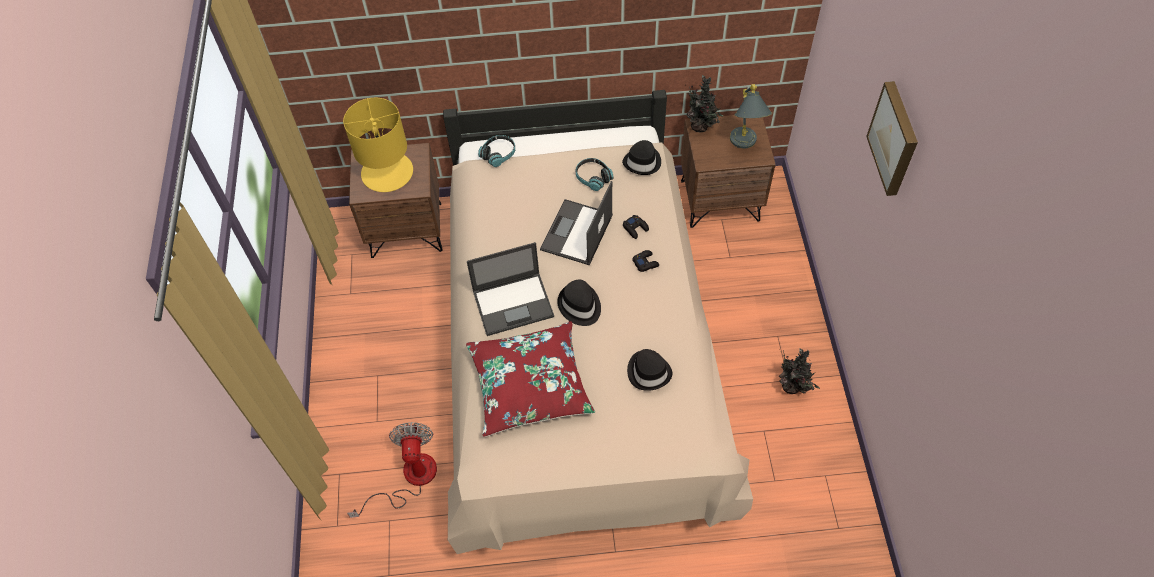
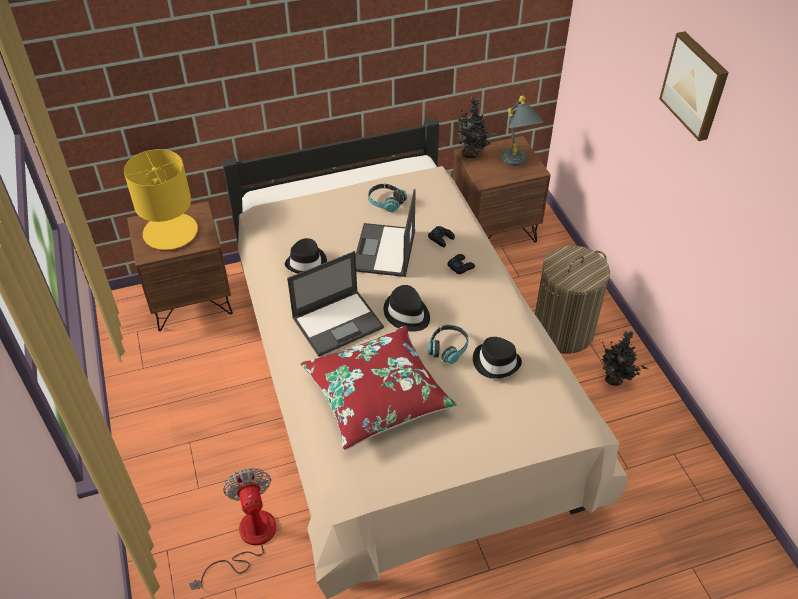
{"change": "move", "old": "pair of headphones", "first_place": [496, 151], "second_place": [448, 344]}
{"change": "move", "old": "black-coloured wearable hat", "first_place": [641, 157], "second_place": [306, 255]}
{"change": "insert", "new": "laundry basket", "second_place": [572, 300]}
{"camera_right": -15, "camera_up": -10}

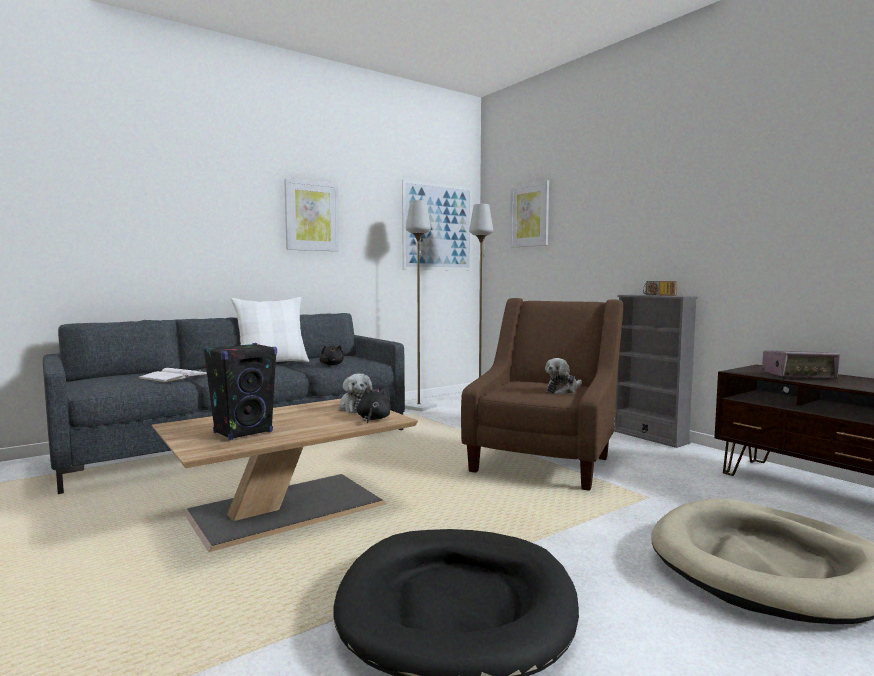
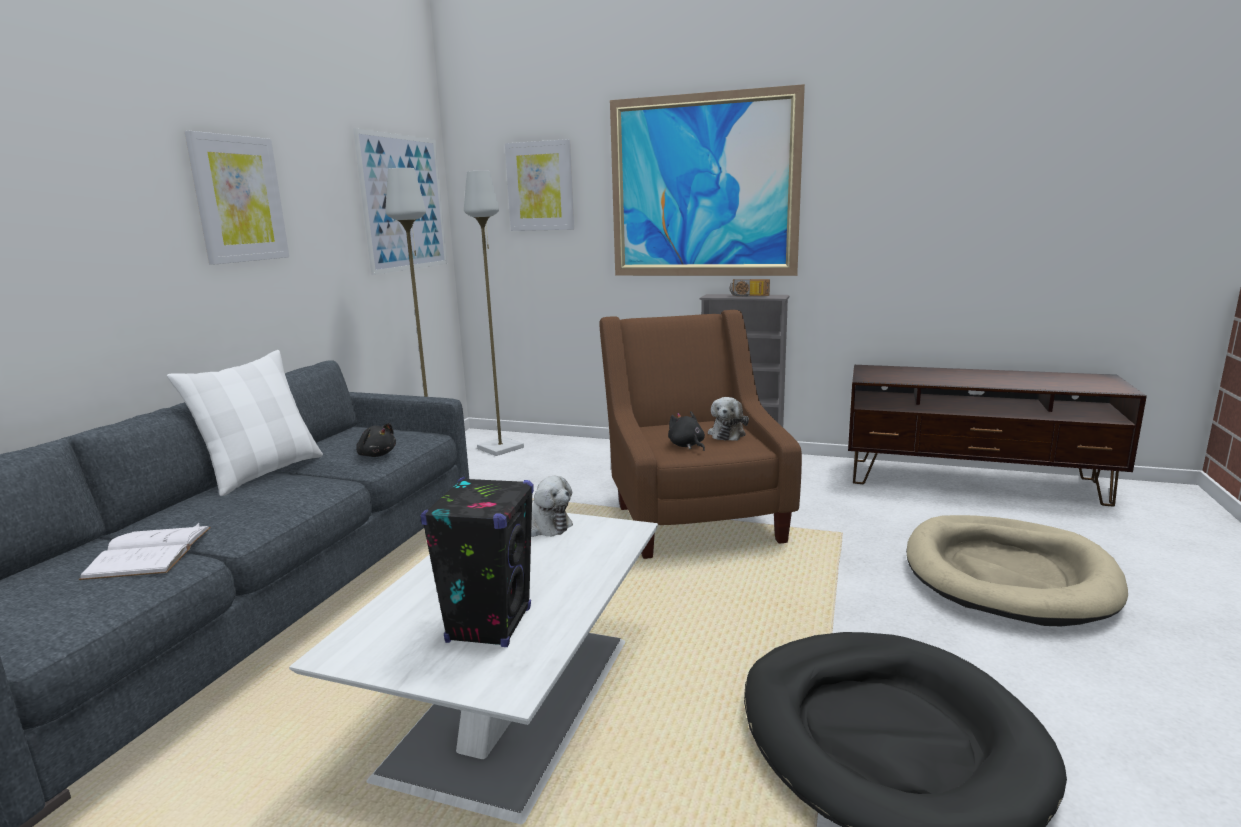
{"change": "recolor", "old": "brownish lounge table", "new": "whitish lounge table", "first_place": [285, 475], "second_place": [473, 668]}
{"change": "move", "old": "black-coloured plush toy", "first_place": [373, 405], "second_place": [686, 431]}
{"change": "delete", "old": "radio receiver", "first_place": [801, 364]}
{"change": "insert", "new": "picture", "second_place": [707, 180]}
{"camera_right": -35, "camera_up": 10}

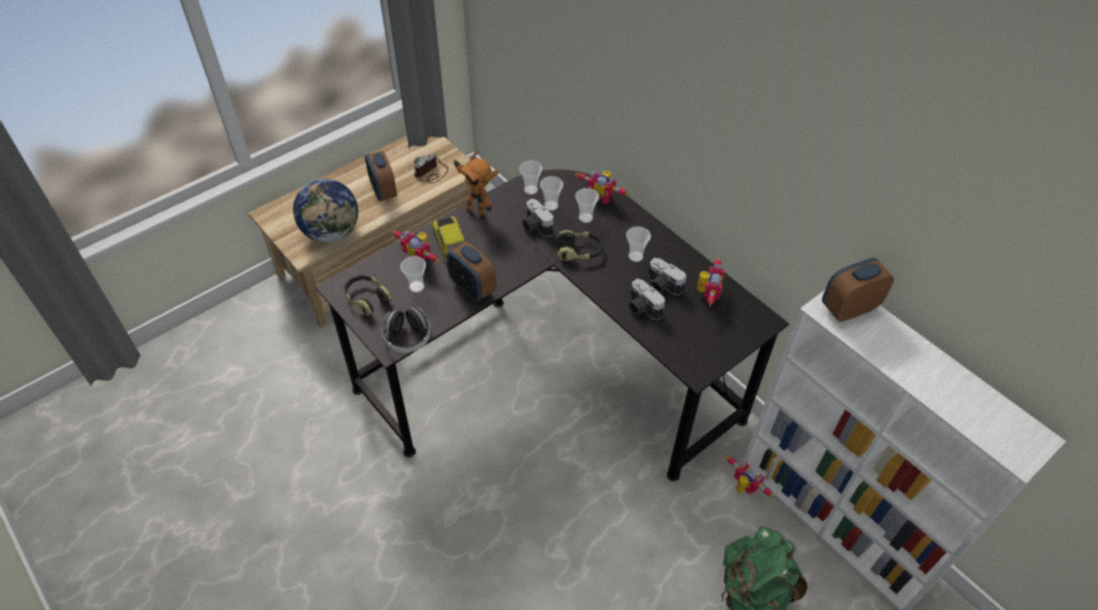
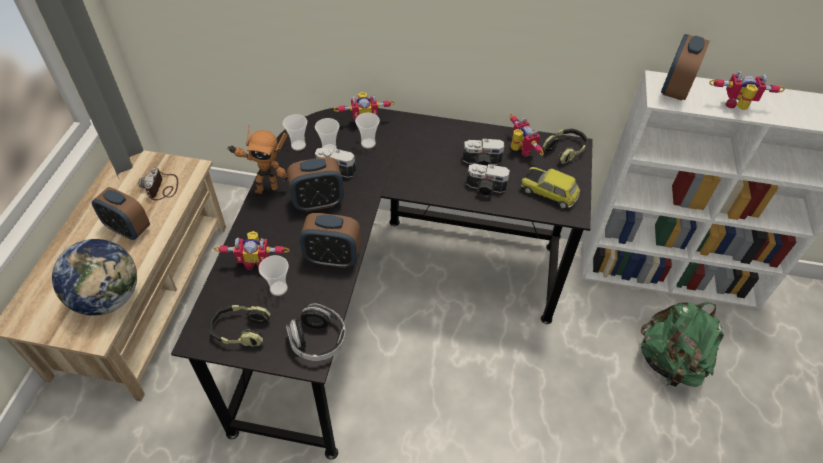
{"change": "move", "old": "model car", "first_place": [449, 239], "second_place": [550, 188]}
{"change": "move", "old": "pair of headphones", "first_place": [580, 245], "second_place": [565, 146]}
{"change": "delete", "old": "cup", "first_place": [638, 244]}
{"change": "move", "old": "toy robot", "first_place": [750, 477], "second_place": [747, 90]}
{"change": "insert", "new": "bedside clock", "second_place": [315, 184]}
{"camera_right": -40, "camera_up": 0}

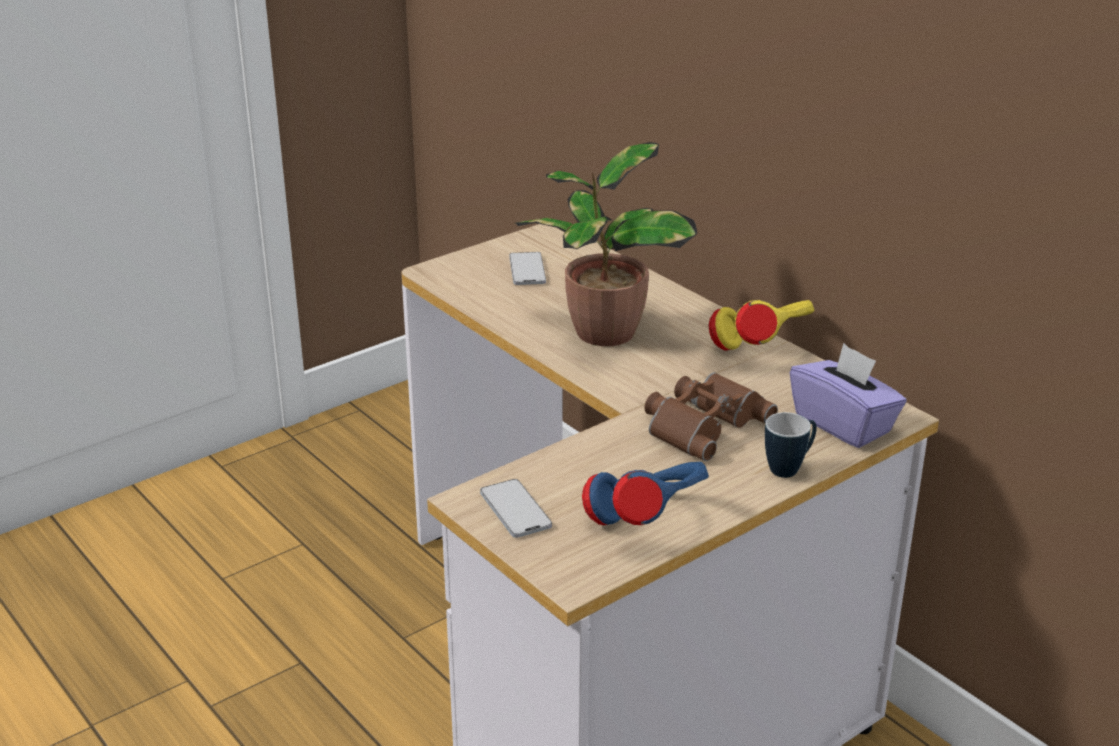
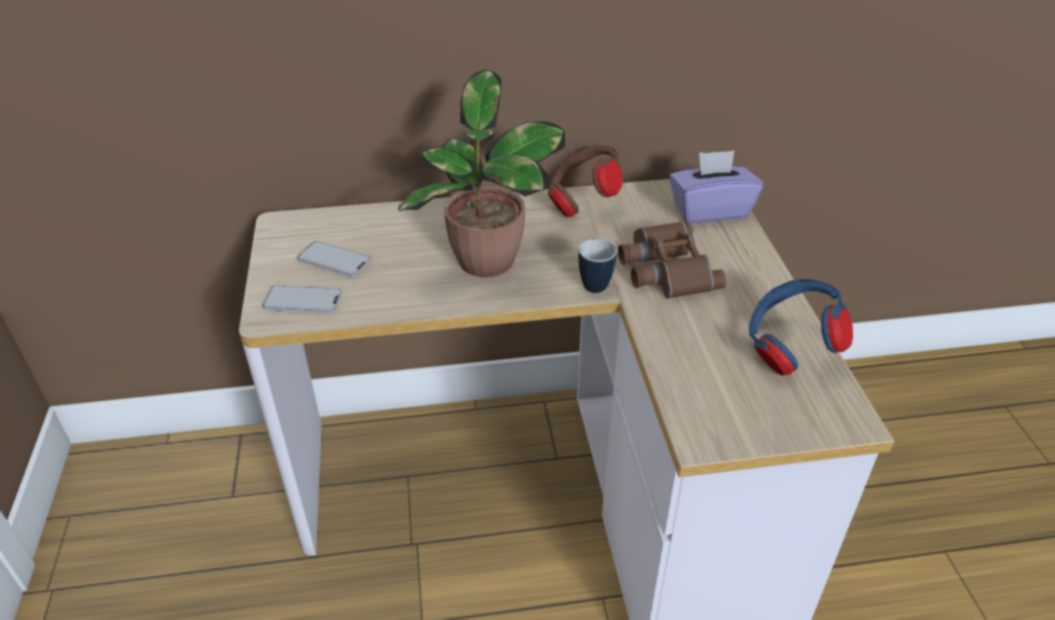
{"change": "move", "old": "telephone", "first_place": [516, 508], "second_place": [302, 299]}
{"change": "recolor", "old": "yellow pair of headphones", "new": "brownish pair of headphones", "first_place": [761, 325], "second_place": [585, 181]}
{"change": "move", "old": "tea mug", "first_place": [791, 445], "second_place": [597, 265]}
{"camera_right": -60, "camera_up": 10}

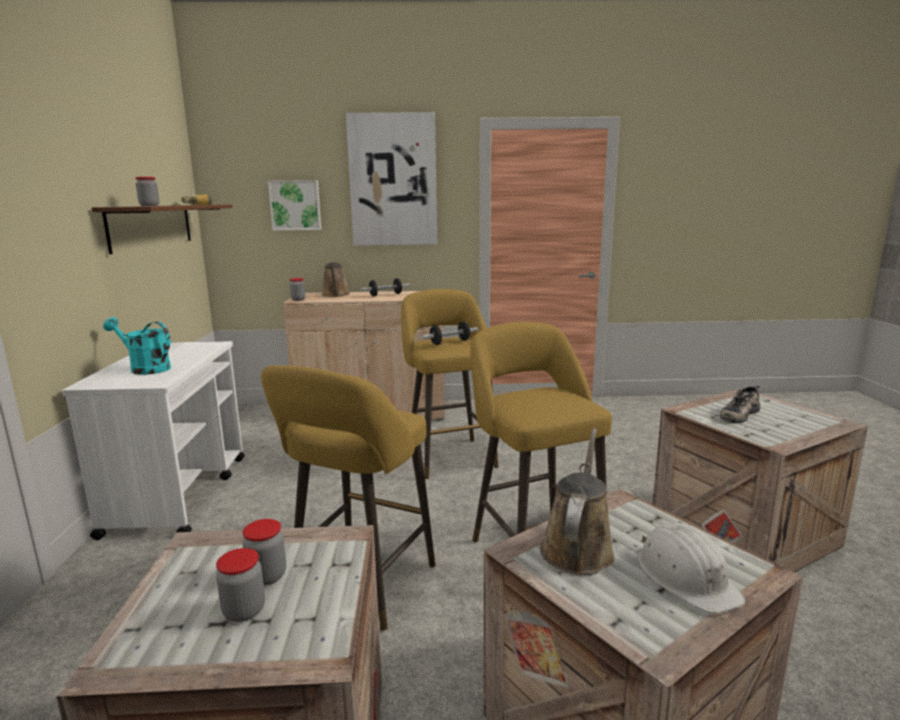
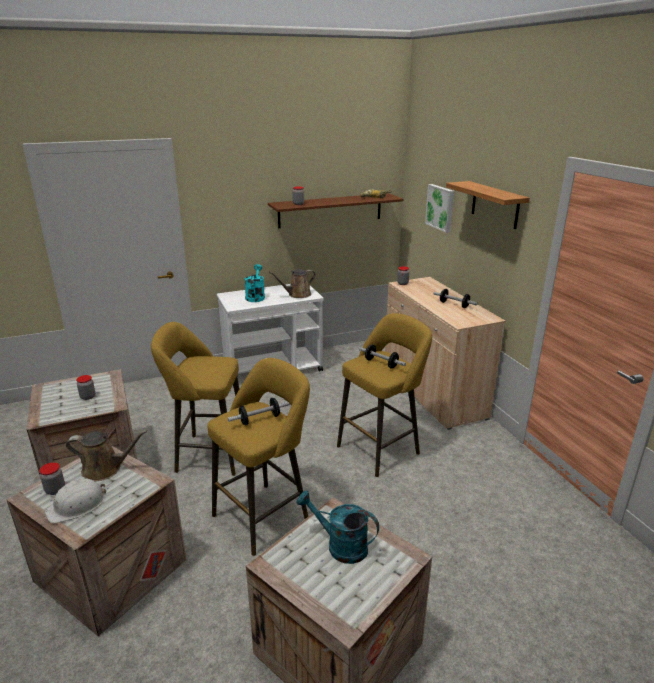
{"change": "move", "old": "jar", "first_place": [240, 585], "second_place": [52, 478]}
{"change": "move", "old": "brownish watering pot", "first_place": [336, 279], "second_place": [292, 283]}
{"change": "replace", "old": "picture", "new": "bracket shelf", "first_place": [391, 178], "second_place": [488, 205]}
{"change": "replace", "old": "low shoe", "new": "blue-green watering pot", "first_place": [739, 404], "second_place": [337, 527]}
{"change": "insert", "new": "dumbbell", "second_place": [258, 411]}
{"camera_right": 70, "camera_up": 10}

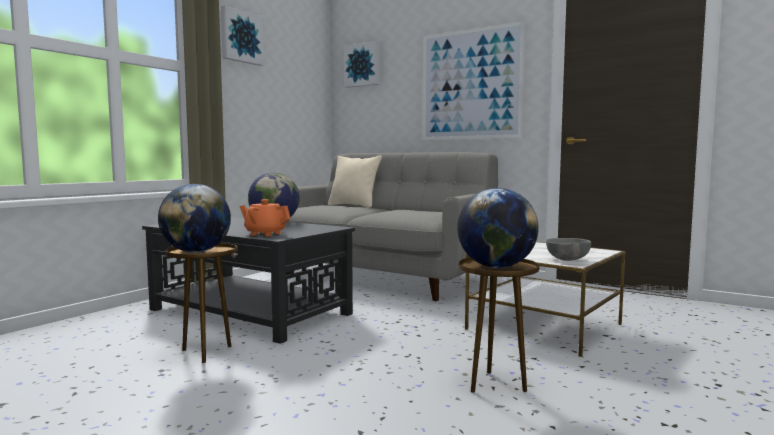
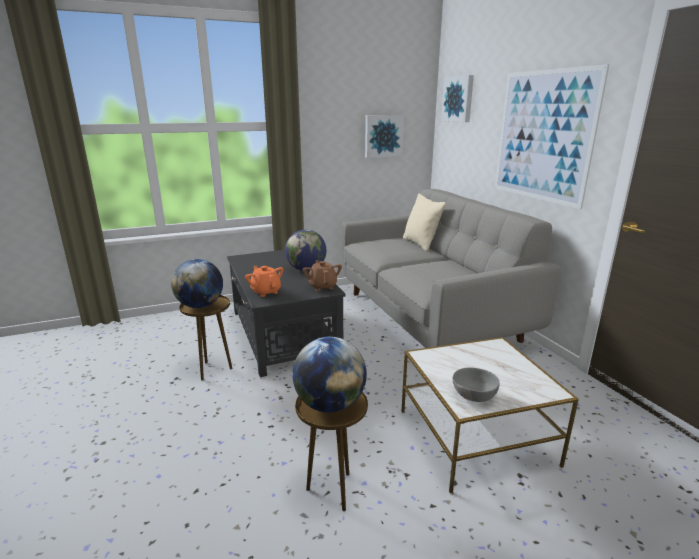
{"change": "move", "old": "picture", "first_place": [242, 35], "second_place": [384, 136]}
{"change": "insert", "new": "brownish tea pot", "second_place": [322, 275]}
{"camera_right": 35, "camera_up": 15}

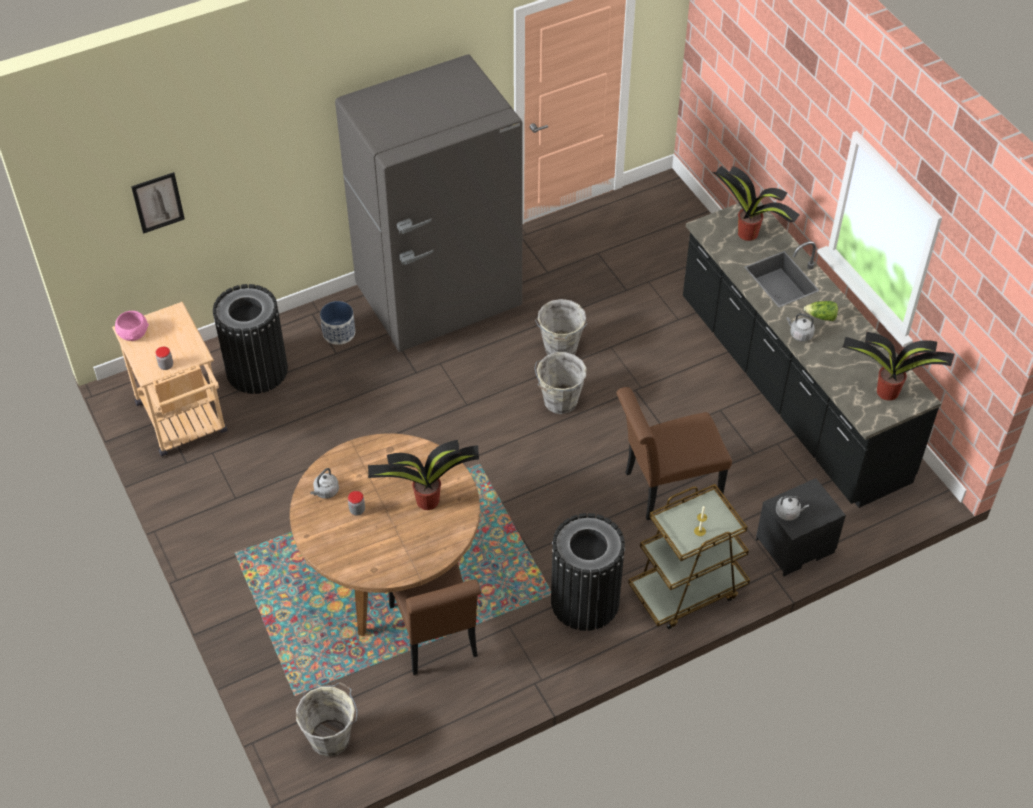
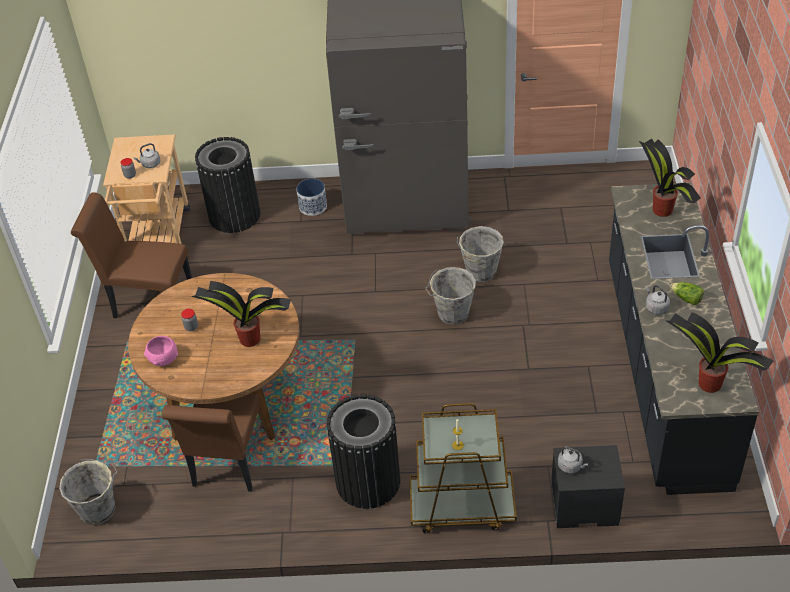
{"change": "move", "old": "pinkish bowl", "first_place": [132, 326], "second_place": [161, 351]}
{"change": "delete", "old": "picture", "first_place": [158, 203]}
{"change": "move", "old": "grey kettle", "first_place": [324, 483], "second_place": [147, 155]}
{"change": "move", "old": "brownish chair", "first_place": [674, 453], "second_place": [131, 255]}
{"camera_right": 30, "camera_up": -5}

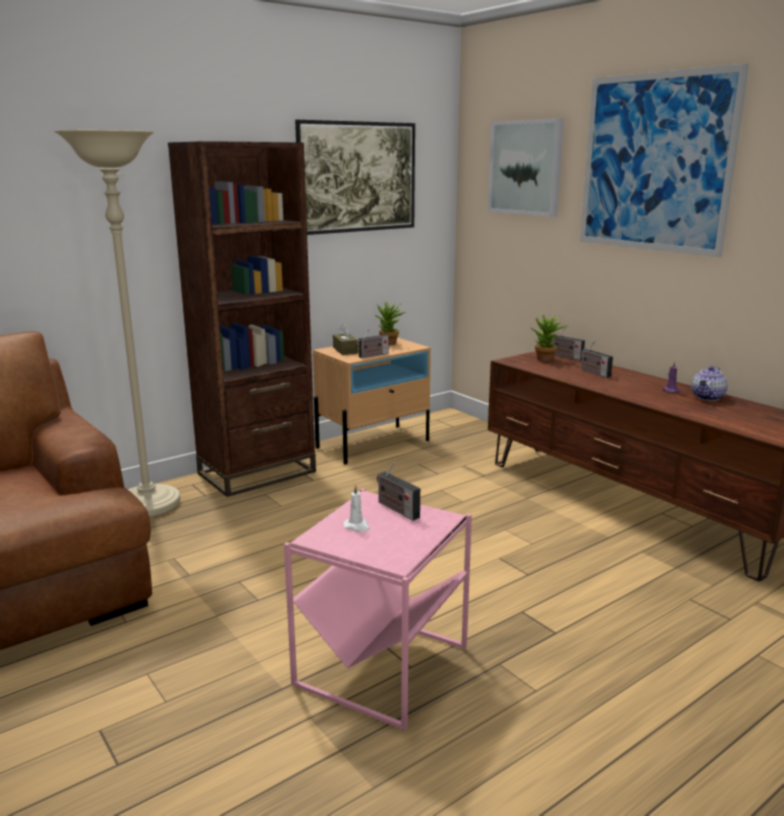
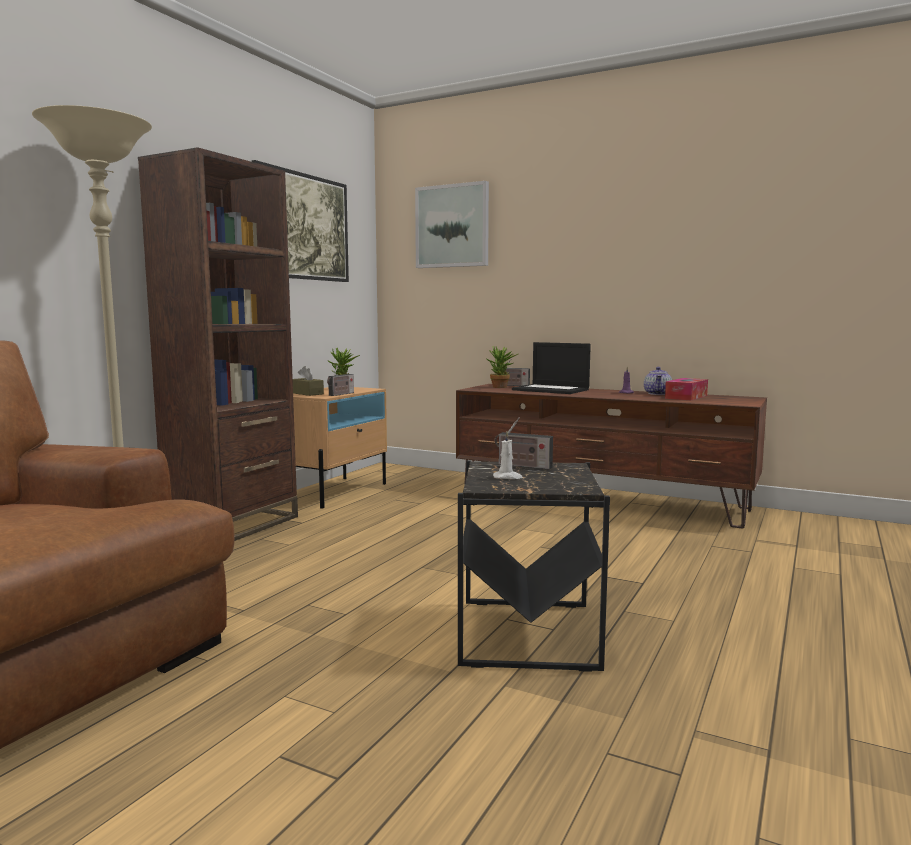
{"change": "recolor", "old": "pinkish side table", "new": "black-coloured side table", "first_place": [378, 609], "second_place": [534, 566]}
{"change": "delete", "old": "picture", "first_place": [664, 160]}
{"change": "replace", "old": "radio receiver", "new": "notebook computer", "first_place": [597, 359], "second_place": [551, 368]}
{"change": "insert", "new": "tissue holder", "second_place": [686, 389]}
{"camera_right": -25, "camera_up": -10}

